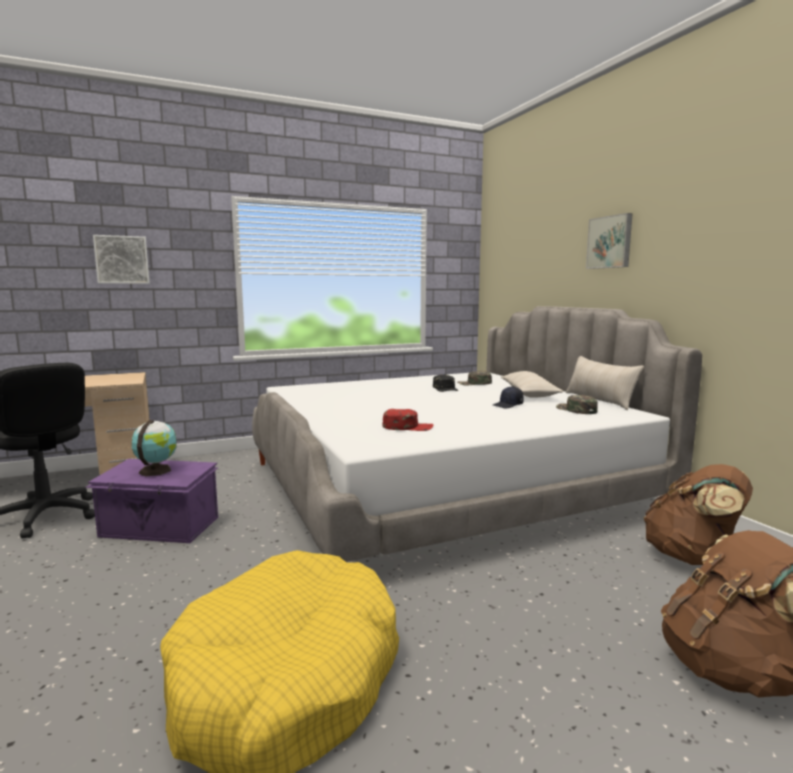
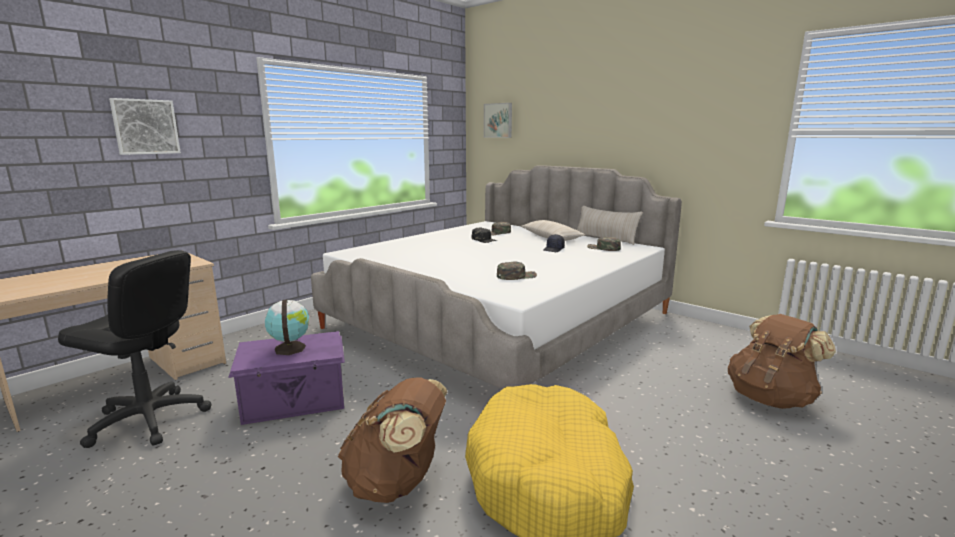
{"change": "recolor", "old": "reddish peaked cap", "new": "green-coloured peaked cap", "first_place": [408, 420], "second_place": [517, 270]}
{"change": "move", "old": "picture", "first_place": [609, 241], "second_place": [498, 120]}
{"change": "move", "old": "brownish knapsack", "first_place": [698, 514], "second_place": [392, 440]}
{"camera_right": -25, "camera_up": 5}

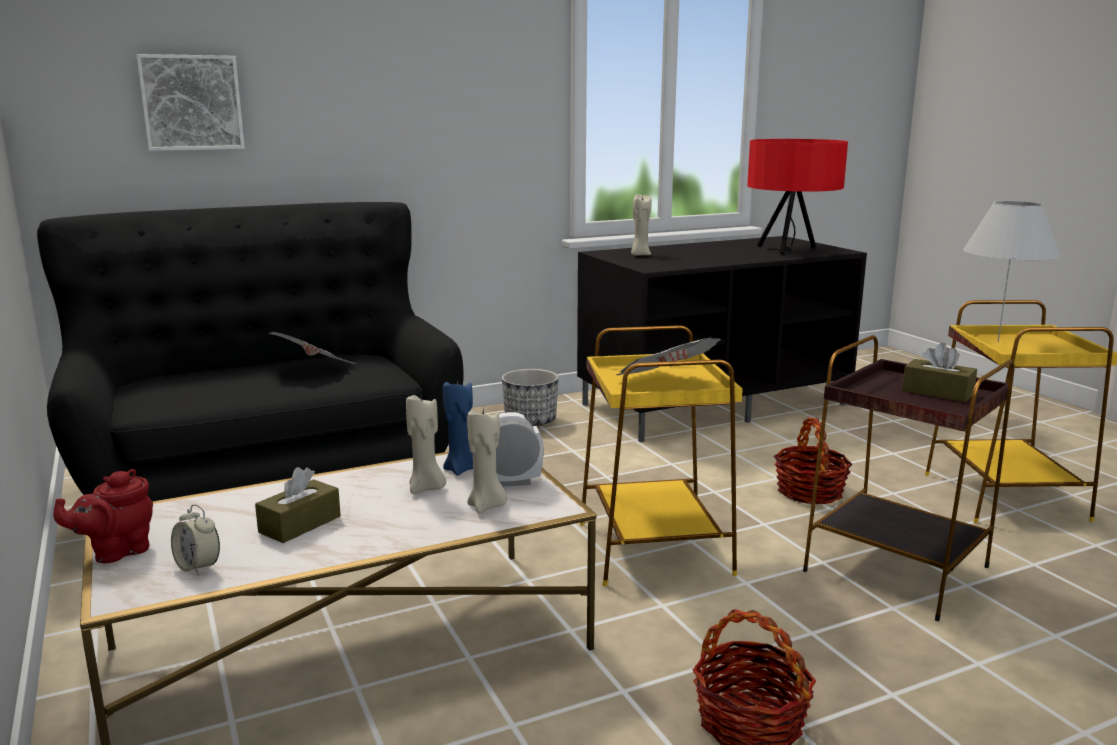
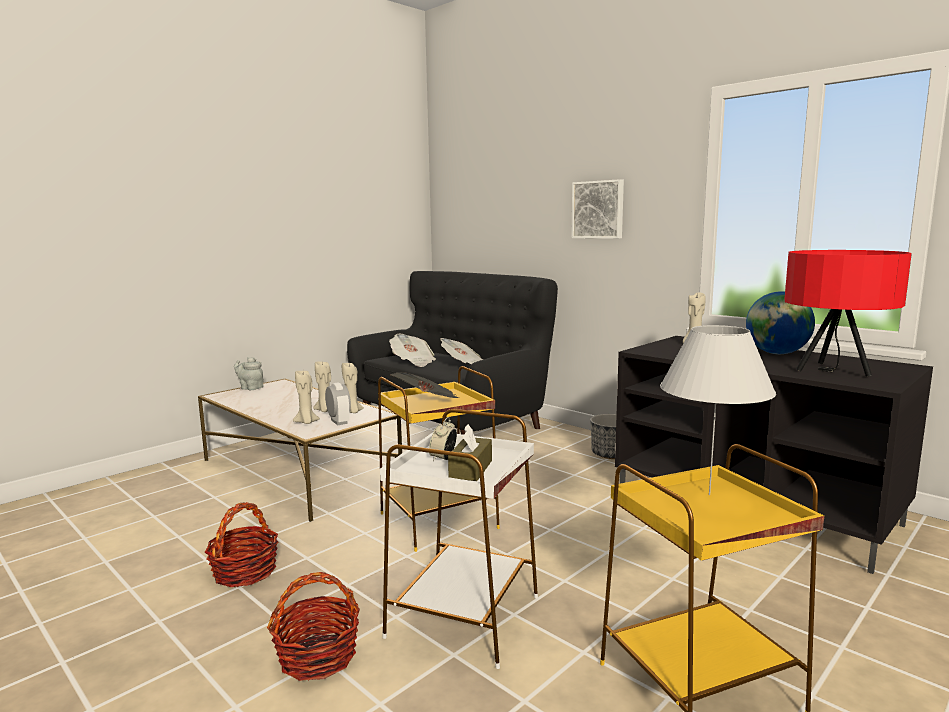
{"change": "recolor", "old": "reddish tea pot", "new": "grey tea pot", "first_place": [103, 516], "second_place": [249, 373]}
{"change": "move", "old": "picture", "first_place": [190, 102], "second_place": [597, 209]}
{"change": "move", "old": "bedside clock", "first_place": [195, 540], "second_place": [443, 439]}
{"change": "delete", "old": "brownish tissue holder", "first_place": [298, 505]}
{"change": "recolor", "old": "blue wax candle", "new": "beige-coloured wax candle", "first_place": [458, 427], "second_place": [353, 388]}
{"change": "move", "old": "storage basket", "first_place": [813, 460], "second_place": [313, 626]}
{"change": "recolor", "old": "brownish side table", "new": "whitish side table", "first_place": [909, 478], "second_place": [459, 539]}
{"change": "insert", "new": "newspaper", "second_place": [412, 350]}
{"change": "insert", "new": "globe", "second_place": [780, 322]}
{"camera_right": 70, "camera_up": -5}

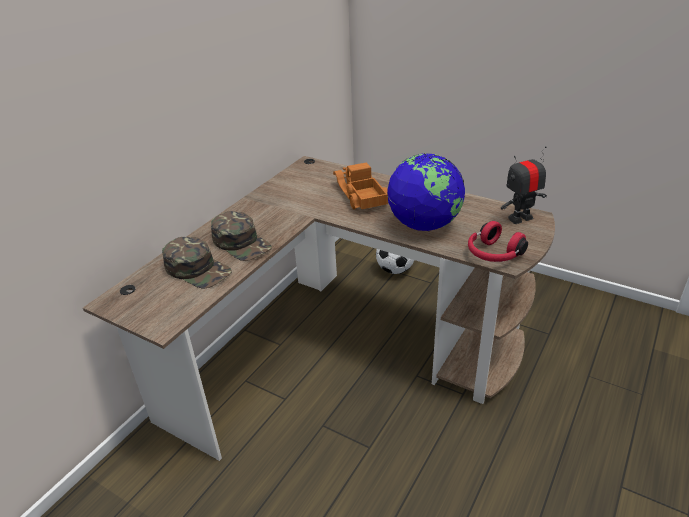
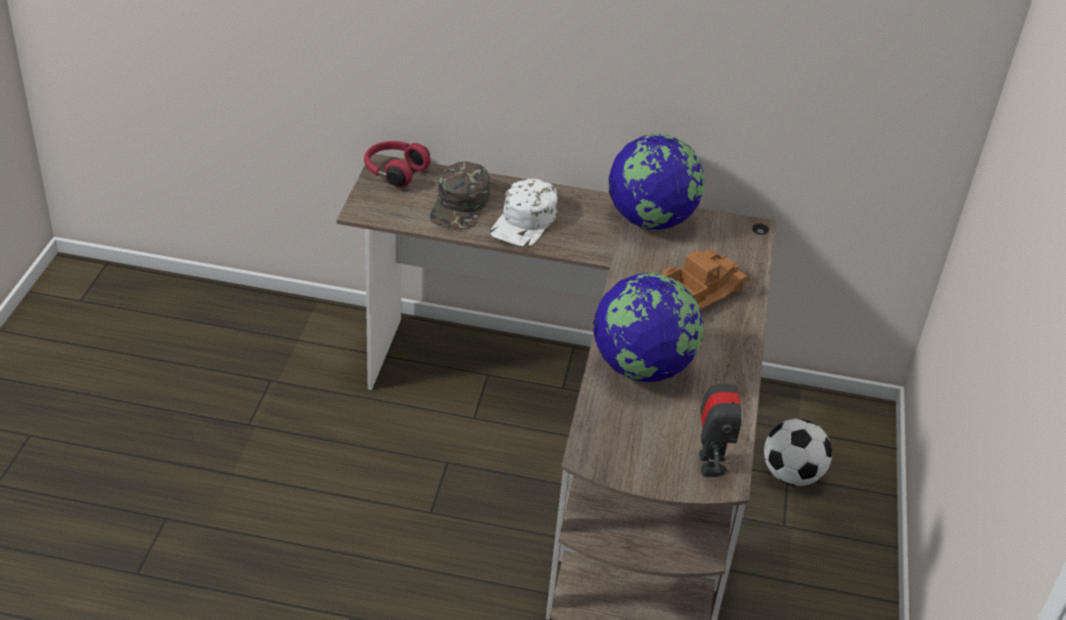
{"change": "recolor", "old": "green-coloured peaked cap", "new": "whitish peaked cap", "first_place": [241, 236], "second_place": [524, 212]}
{"change": "move", "old": "reddish pair of headphones", "first_place": [498, 241], "second_place": [397, 164]}
{"change": "rotate", "old": "toy robot", "first_place": [524, 185], "second_place": [721, 420], "degrees": 45}
{"change": "insert", "new": "globe", "second_place": [656, 182]}
{"camera_right": 65, "camera_up": 5}

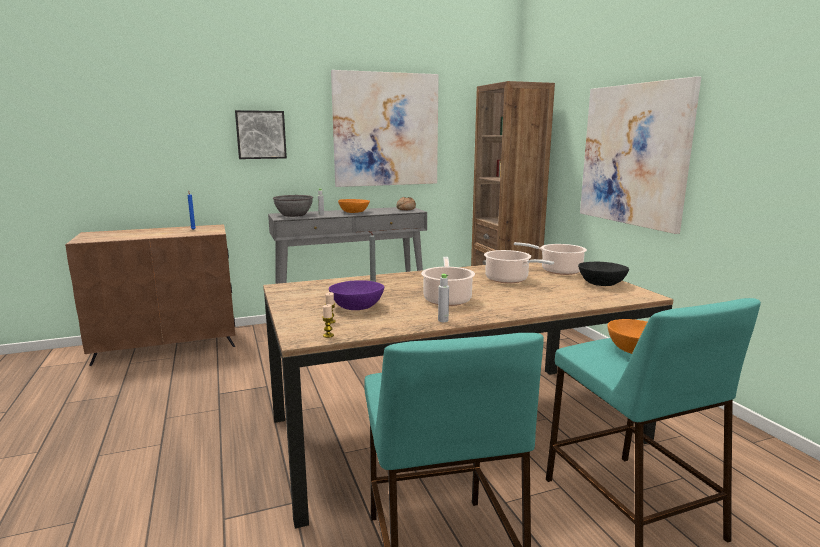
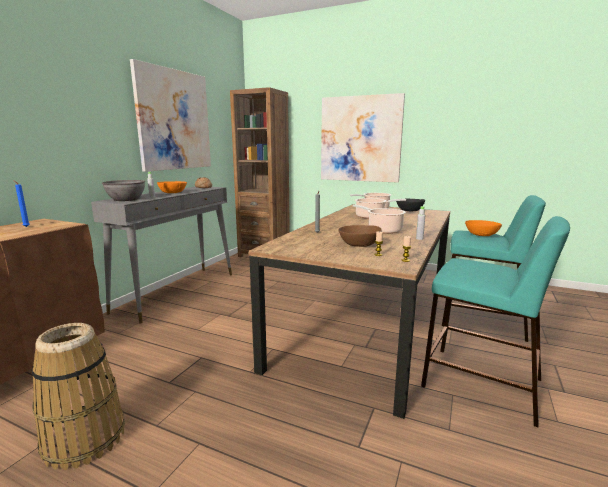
{"change": "delete", "old": "picture", "first_place": [261, 134]}
{"change": "recolor", "old": "purple-coloured bowl", "new": "brownish bowl", "first_place": [356, 295], "second_place": [360, 236]}
{"change": "insert", "new": "storage basket", "second_place": [78, 396]}
{"camera_right": -45, "camera_up": 0}

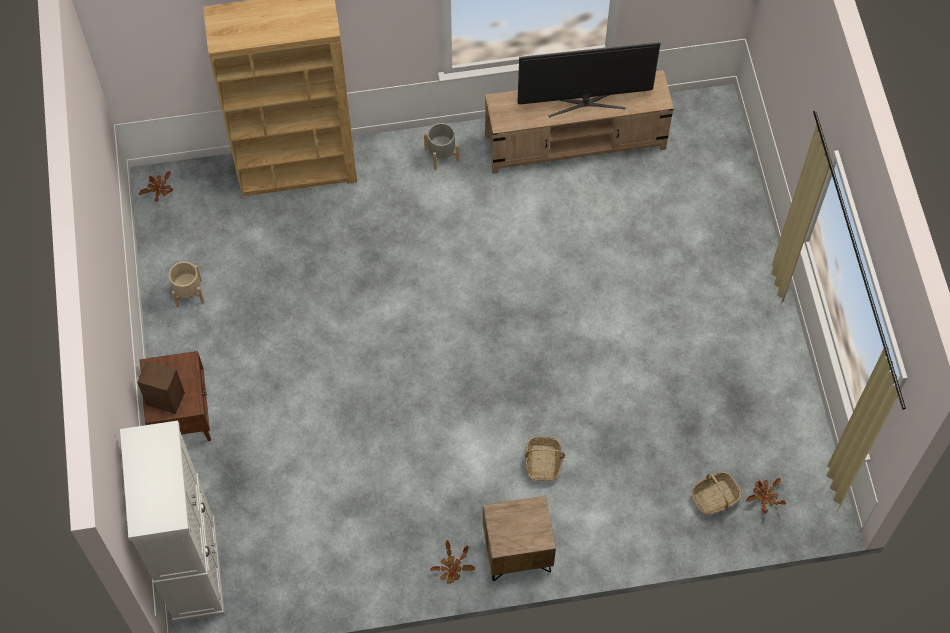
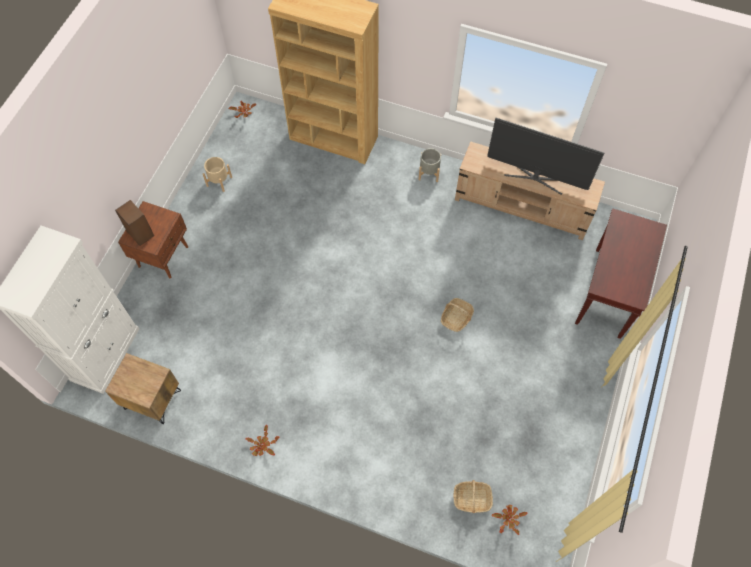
{"change": "move", "old": "brownish night table", "first_place": [519, 538], "second_place": [143, 388]}
{"change": "move", "old": "storage basket", "first_place": [545, 458], "second_place": [457, 315]}
{"change": "insert", "new": "brownish console table", "second_place": [621, 273]}
{"camera_right": 30, "camera_up": 0}

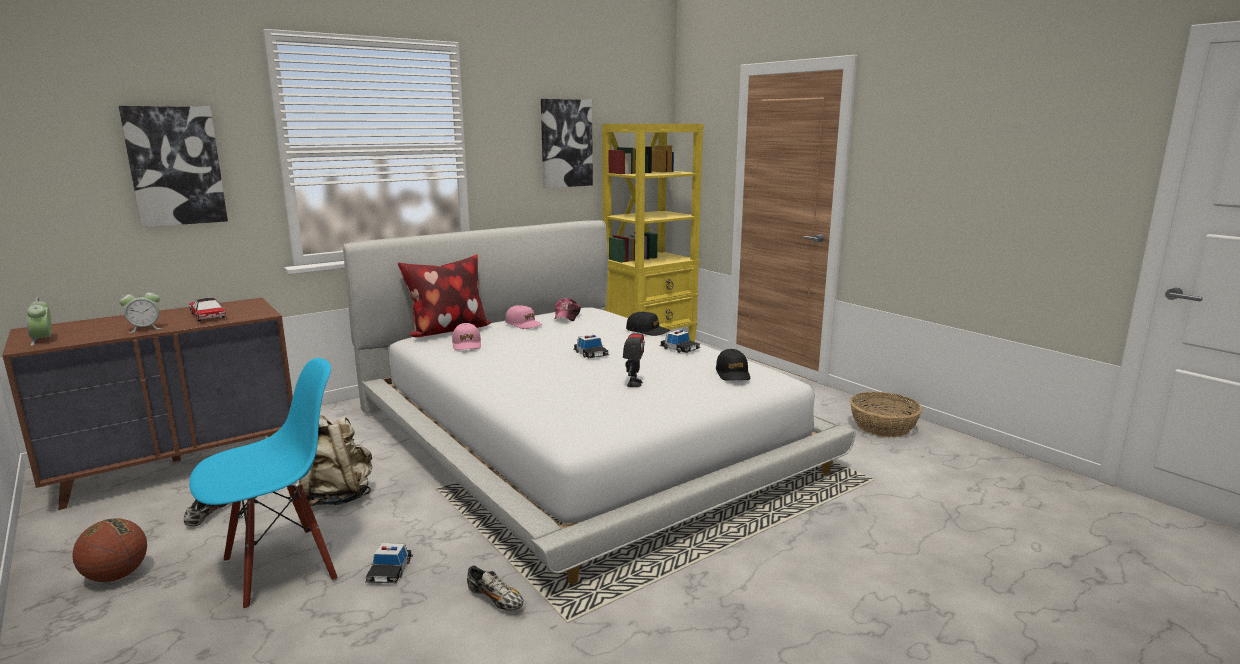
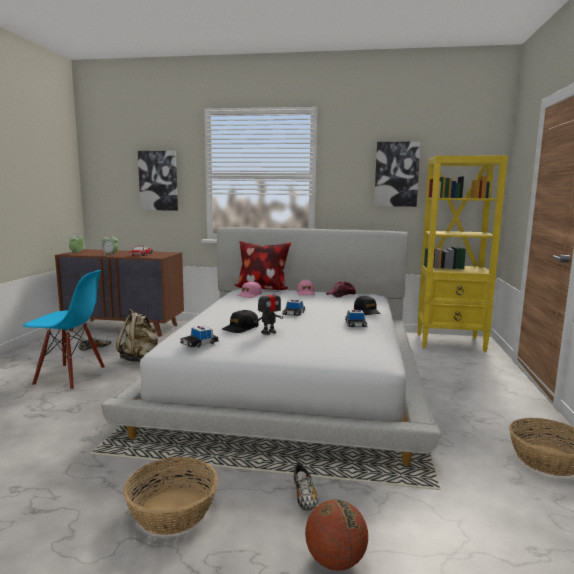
{"change": "move", "old": "ball for basketball", "first_place": [110, 550], "second_place": [336, 535]}
{"change": "move", "old": "model car", "first_place": [389, 563], "second_place": [199, 337]}
{"change": "move", "old": "low shoe", "first_place": [495, 588], "second_place": [306, 487]}
{"change": "move", "old": "black-coloured peaked cap", "first_place": [733, 365], "second_place": [240, 321]}
{"change": "insert", "new": "storage basket", "second_place": [170, 496]}
{"camera_right": 45, "camera_up": -5}

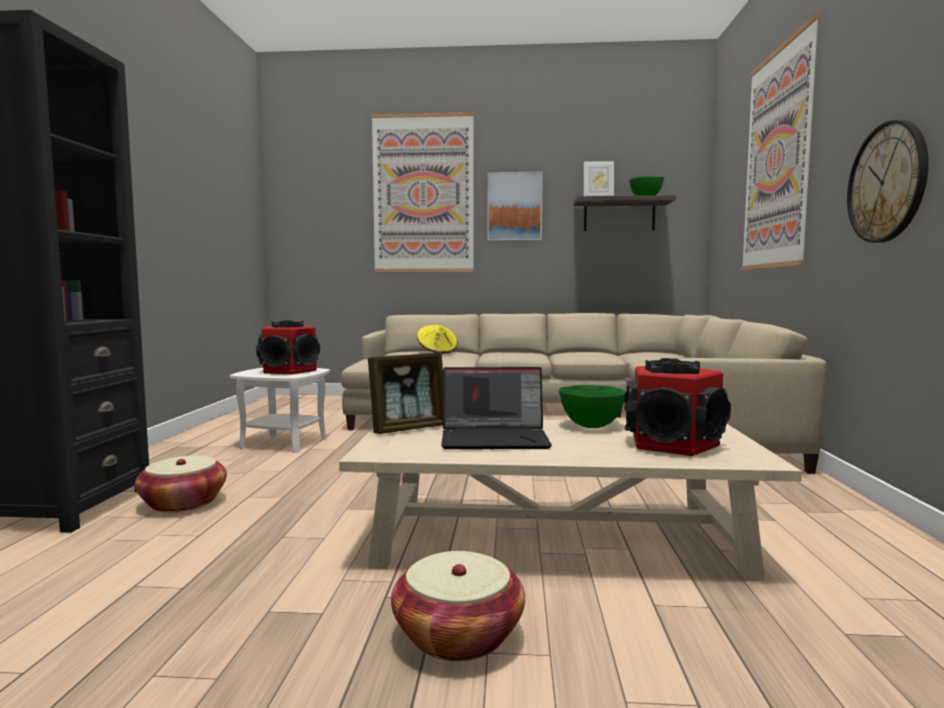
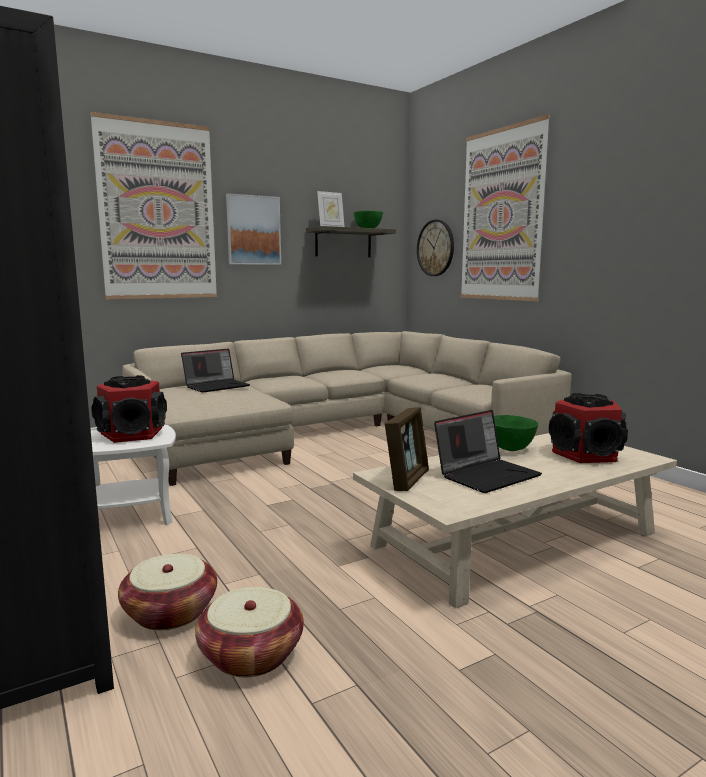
{"change": "move", "old": "storage basket", "first_place": [458, 606], "second_place": [249, 632]}
{"change": "replace", "old": "yellow wearable hat", "new": "notebook computer", "first_place": [437, 339], "second_place": [215, 370]}
{"change": "move", "old": "clock on the wall", "first_place": [888, 181], "second_place": [435, 248]}
{"camera_right": -35, "camera_up": 5}

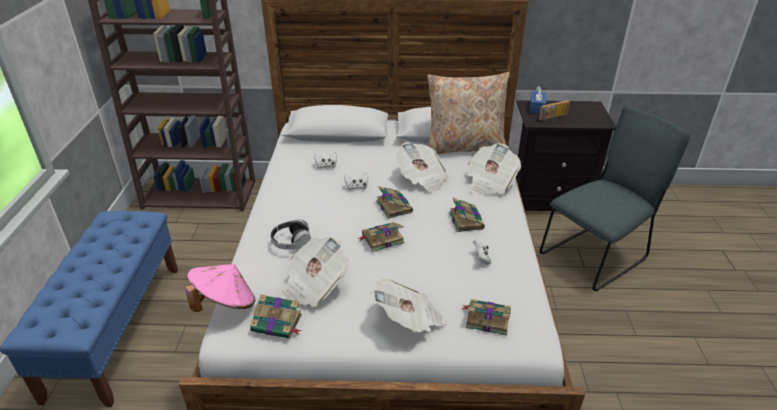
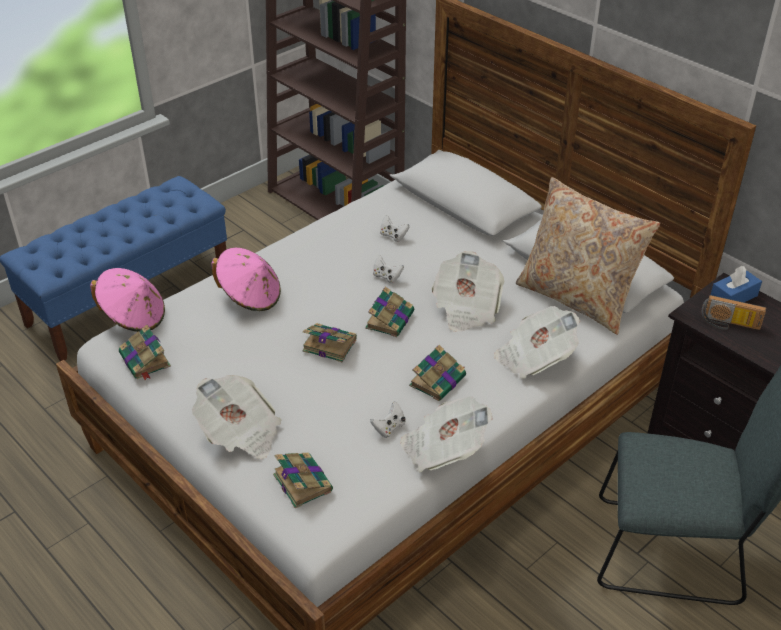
{"change": "replace", "old": "pair of headphones", "new": "pinkish wearable hat", "first_place": [290, 234], "second_place": [246, 279]}
{"change": "move", "old": "newspaper", "first_place": [314, 272], "second_place": [446, 434]}
{"camera_right": 45, "camera_up": 5}

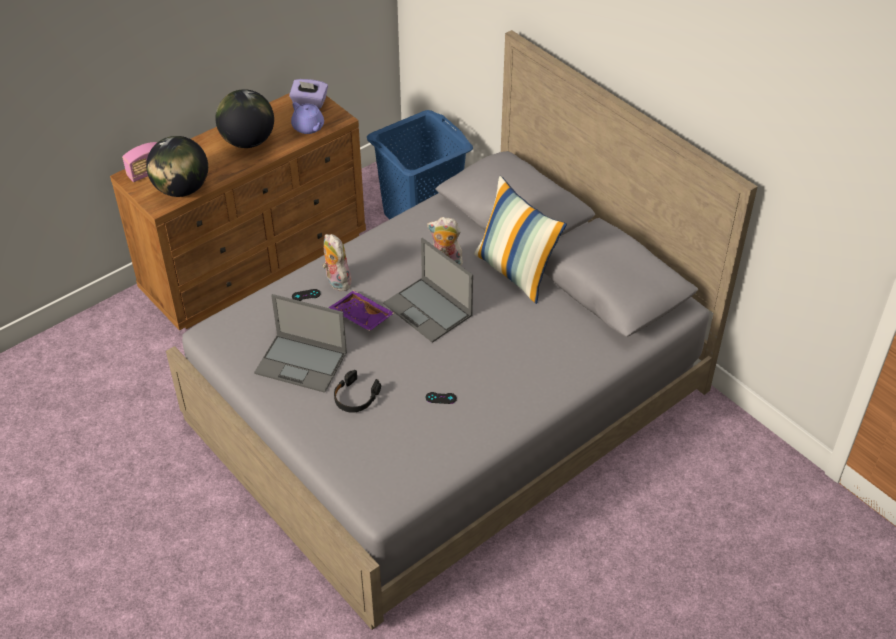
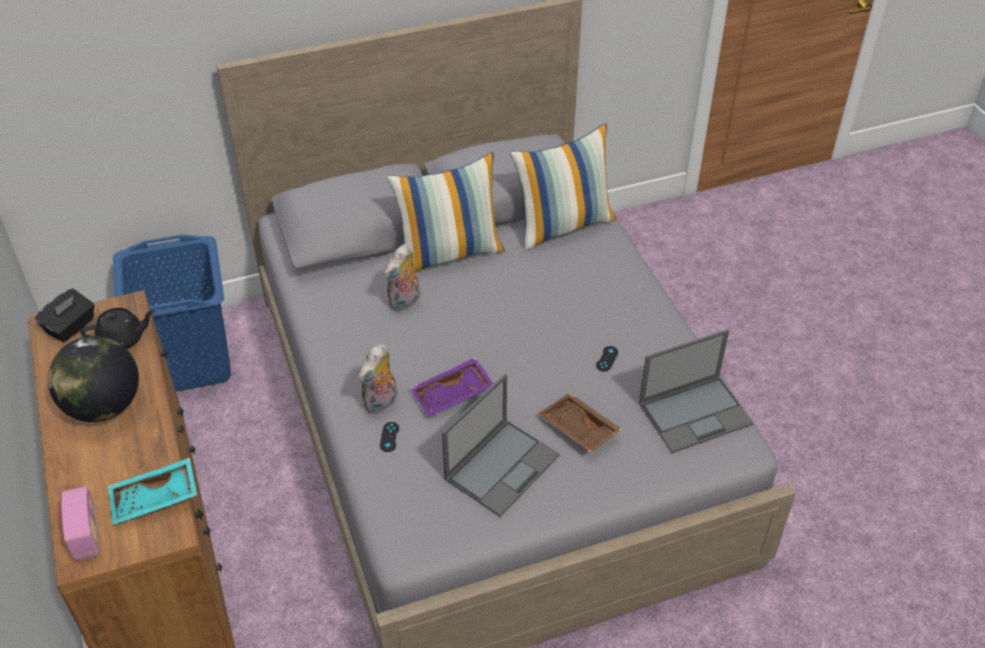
{"change": "replace", "old": "globe", "new": "blue-green serving tray", "first_place": [177, 166], "second_place": [152, 491]}
{"change": "recolor", "old": "purple-coloured tissue holder", "new": "black-coloured tissue holder", "first_place": [308, 94], "second_place": [65, 315]}
{"change": "recolor", "old": "purple-coloured tea pot", "new": "black-coloured tea pot", "first_place": [307, 118], "second_place": [117, 328]}
{"change": "rotate", "old": "plush toy", "first_place": [337, 262], "second_place": [378, 379], "degrees": -45}
{"change": "replace", "old": "black-coloured pair of headphones", "new": "brownish serving tray", "first_place": [357, 391], "second_place": [580, 423]}
{"change": "move", "old": "notebook computer", "first_place": [428, 290], "second_place": [696, 391]}
{"change": "insert", "new": "cushion", "second_place": [563, 186]}
{"camera_right": -70, "camera_up": 0}

